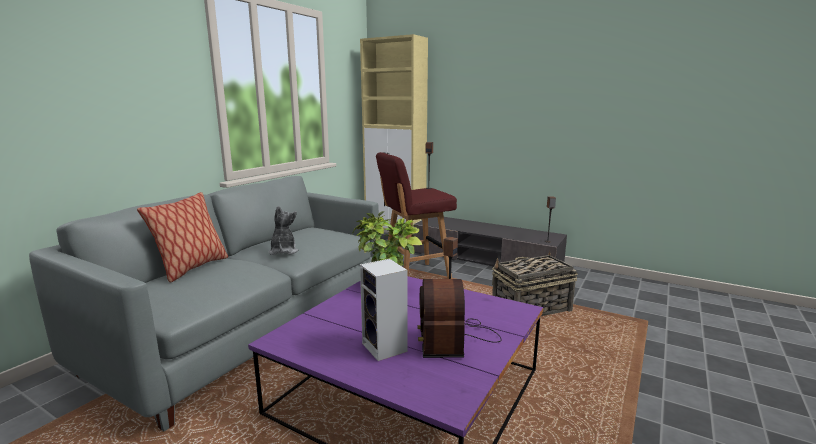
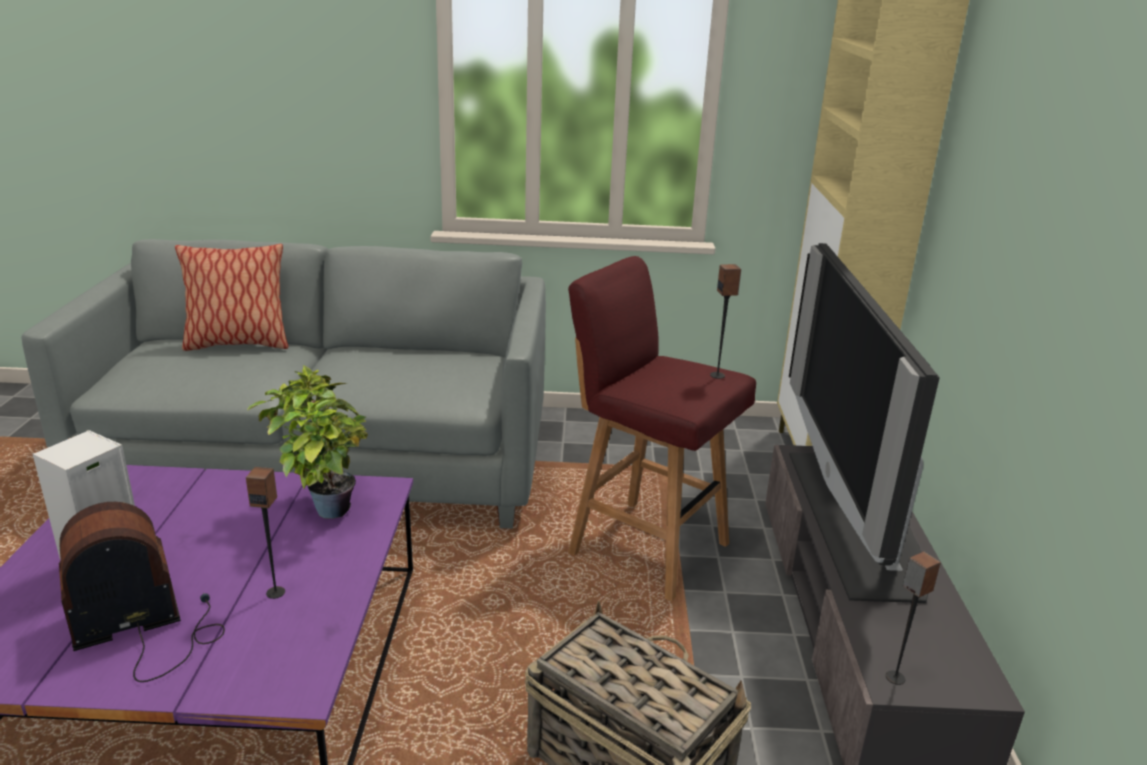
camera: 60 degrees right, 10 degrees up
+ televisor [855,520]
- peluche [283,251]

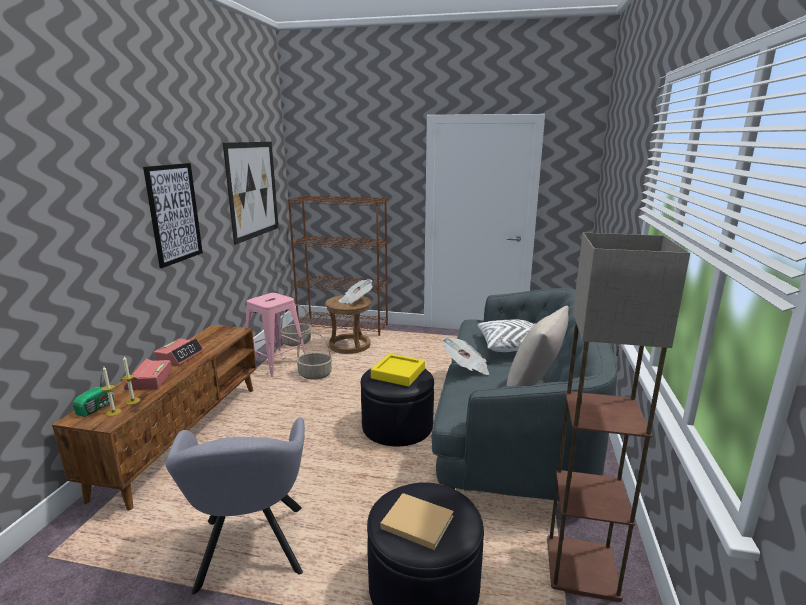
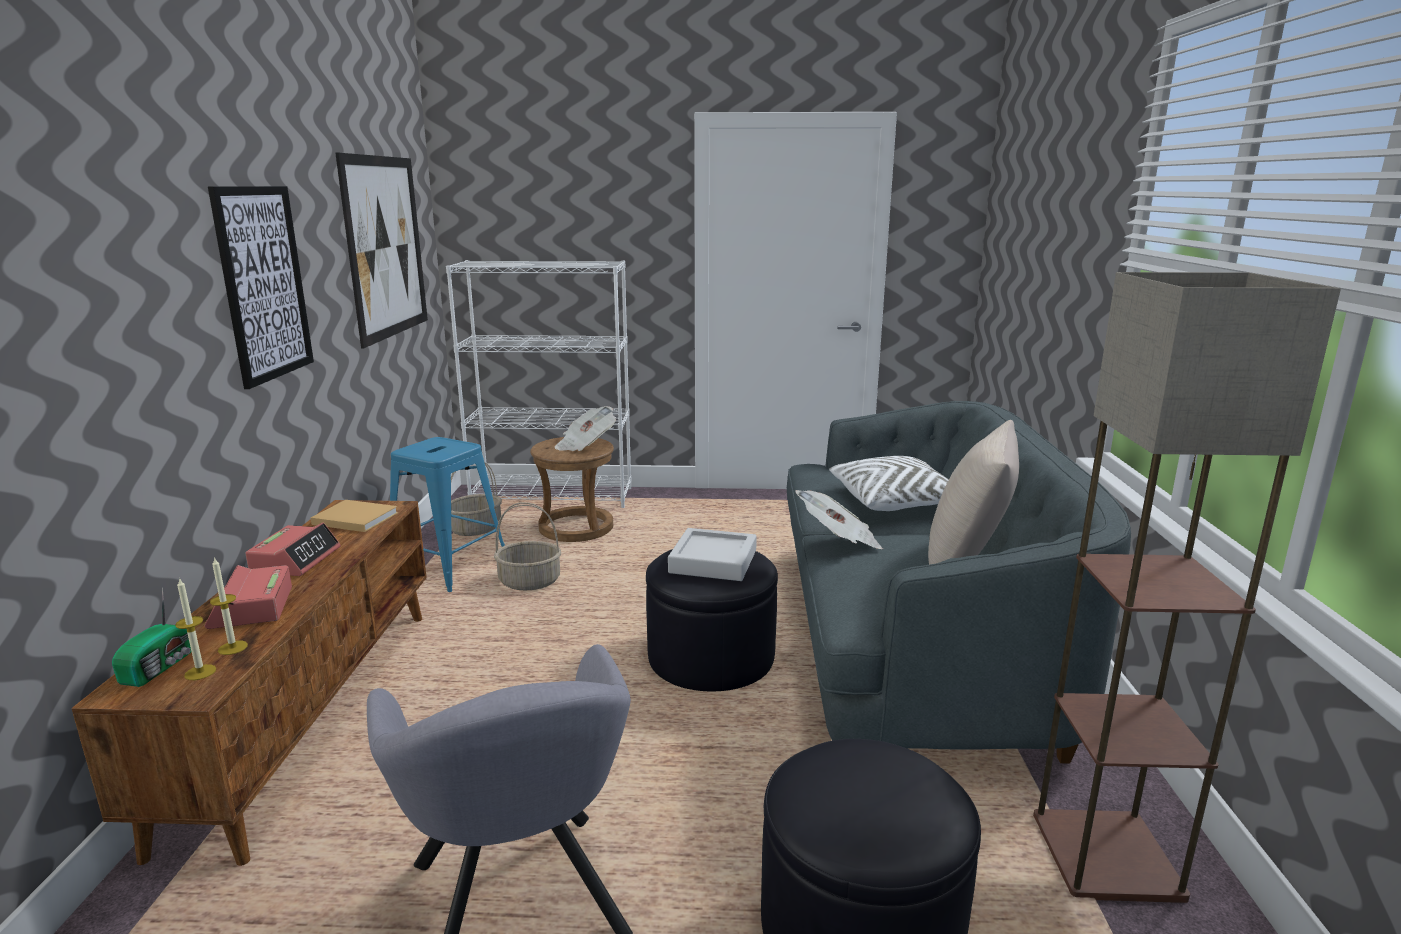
camera: 10 degrees left, 0 degrees up
~ libro [beis] [415,521] to [353,518]
~ taburete [rosa] [276,363] to taburete [azul] [449,567]
~ estantería [marrón] [344,327] to estantería [blanco] [553,497]
~ bandeja [amarillo] [398,373] to bandeja [gris] [713,561]

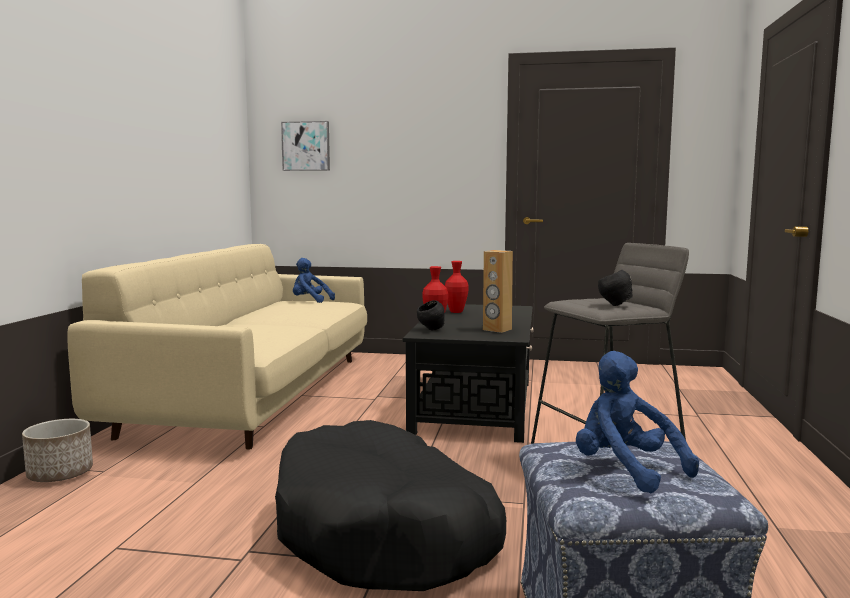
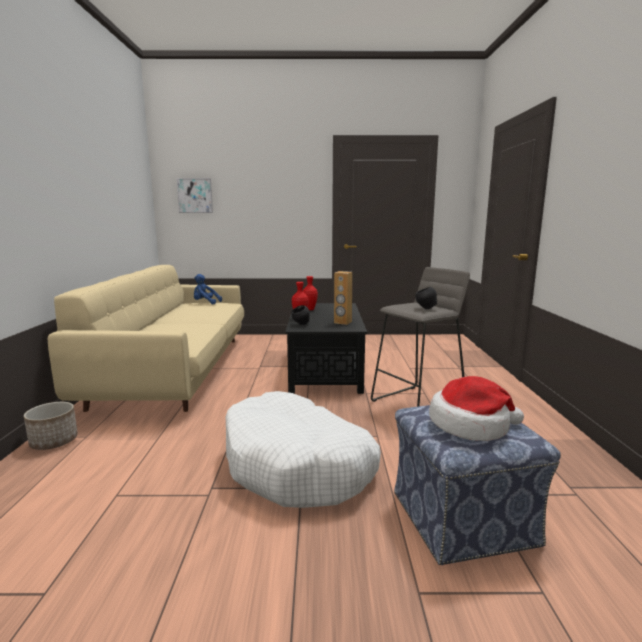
camera: 10 degrees left, 5 degrees up
~ cama para perro [negro] [385,532] to cama para perro [blanco] [297,465]
~ peluche [azul] [625,470] to sombrero [470,425]

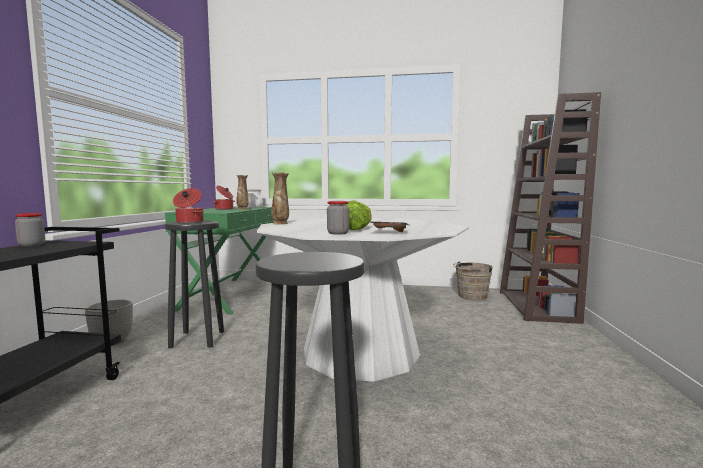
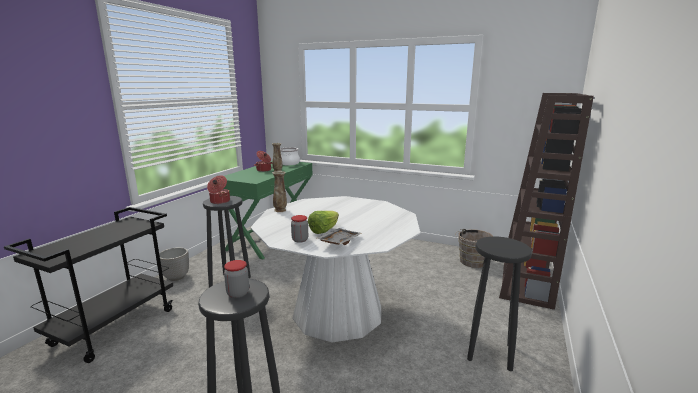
camera: 15 degrees right, 10 degrees up
~ tarro [32,245] to [238,293]
+ taburete [negro] [490,352]

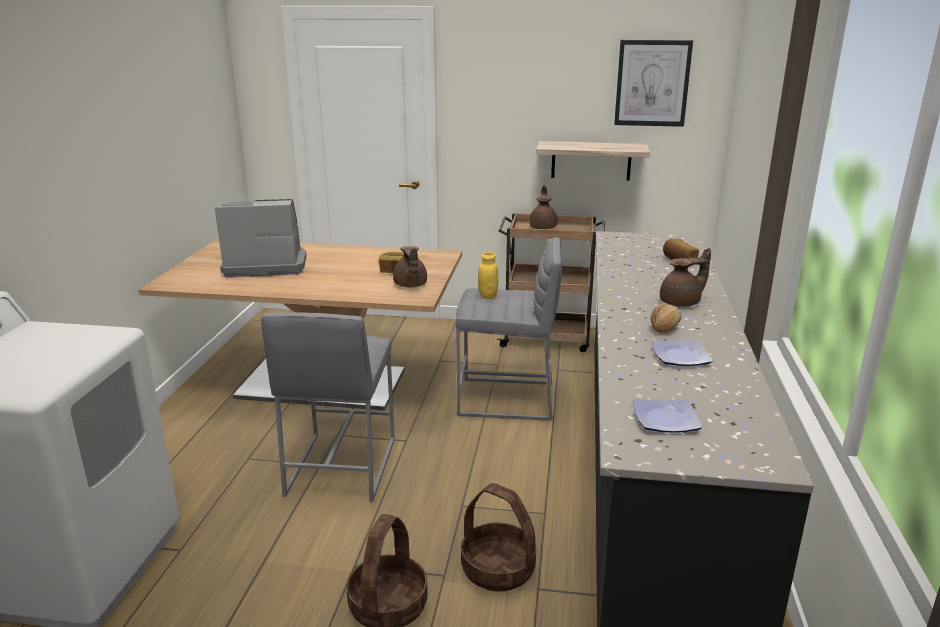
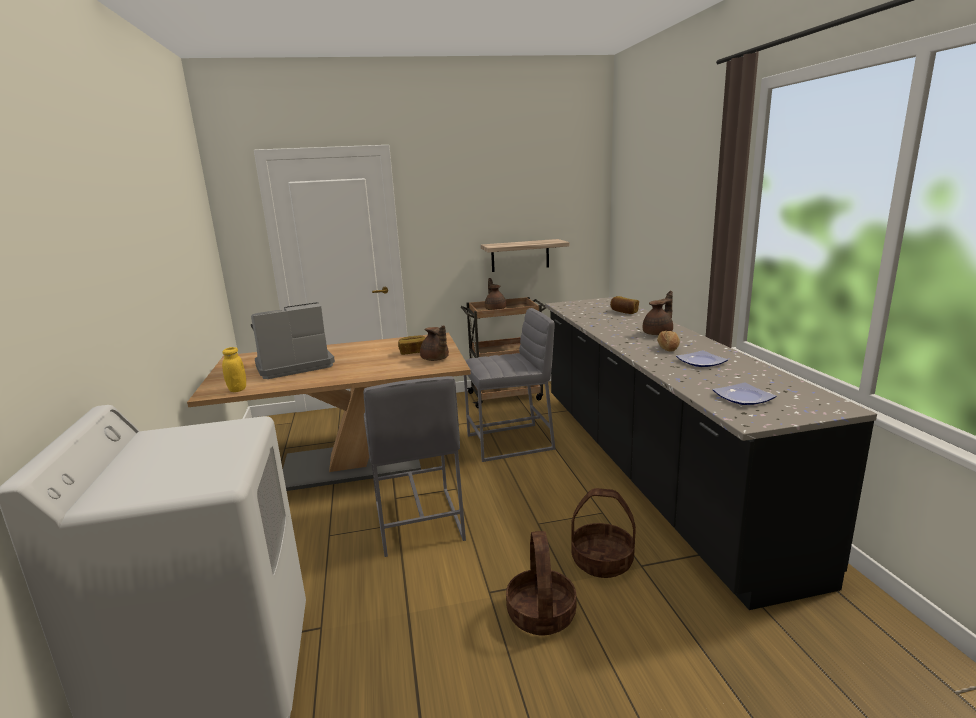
camera: 20 degrees left, 5 degrees down
~ tarro [amarillo] [488,296] to [237,389]
- cuadro [652,83]

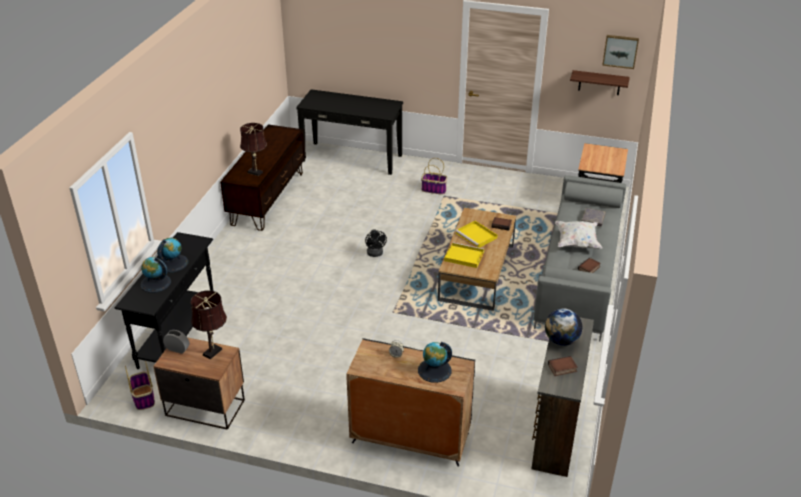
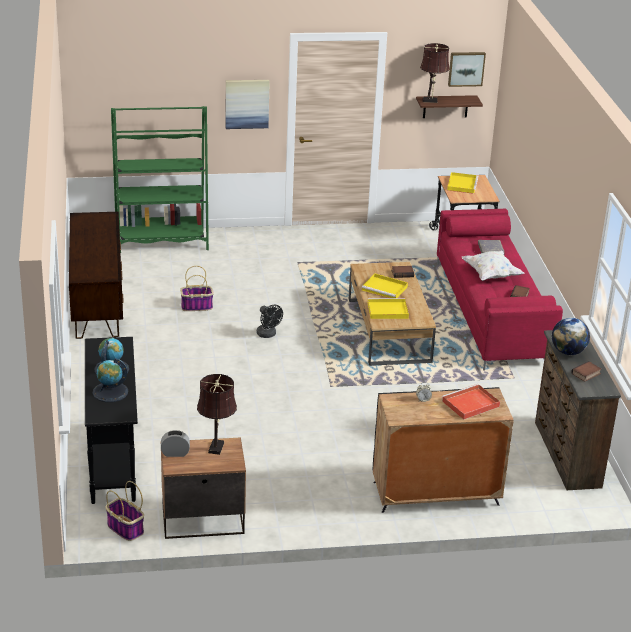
camera: 25 degrees left, 5 degrees down
~ mesa consola [negro] [352,158] to estantería [verde] [162,241]
~ cesta [434,189] to [197,306]
+ cuadro [247,103]
~ lámpara de mesa [marrón] [256,173] to [431,101]
~ sofá [gris] [579,276] to sofá [rojo] [492,313]
~ globo terráqueo [434,370] to bandeja [rojo] [470,404]
+ bandeja [amarillo] [462,184]

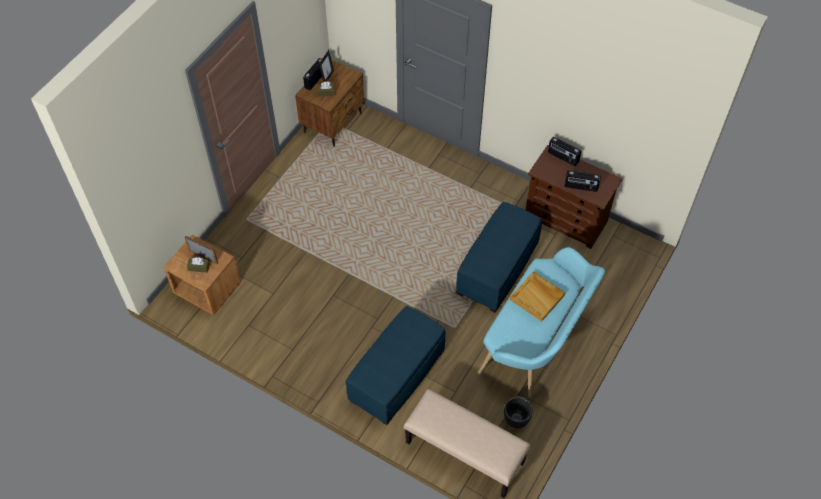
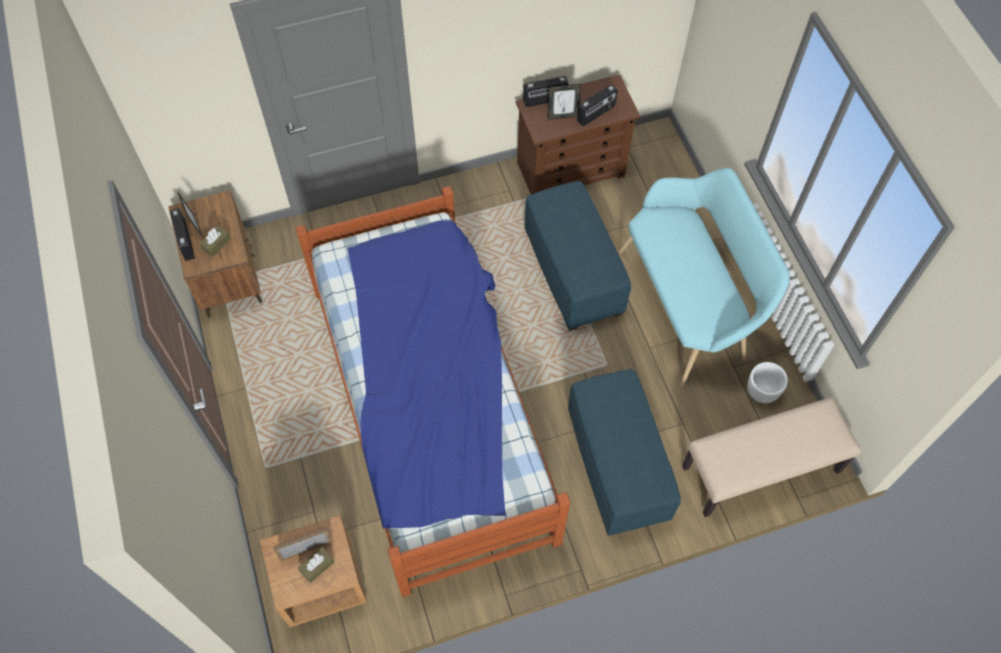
camera: 50 degrees left, 5 degrees up
+ cama [432,409]
+ portarretratos [562,115]
~ maceta [negro] [516,420] to maceta [blanco] [761,392]
- bandeja [beis] [537,297]

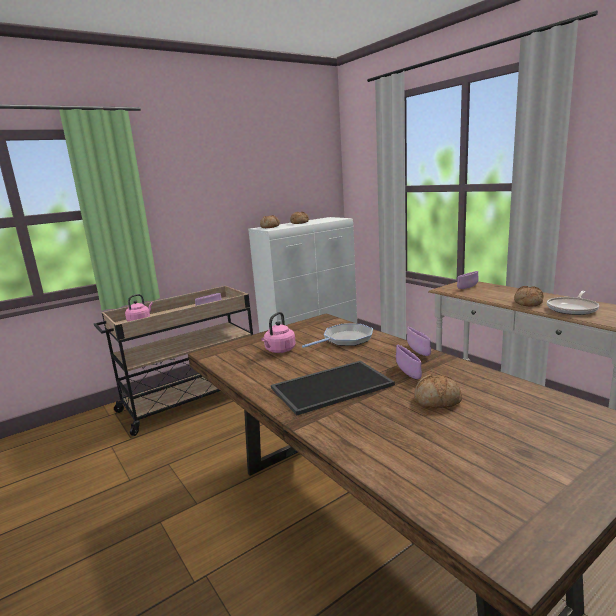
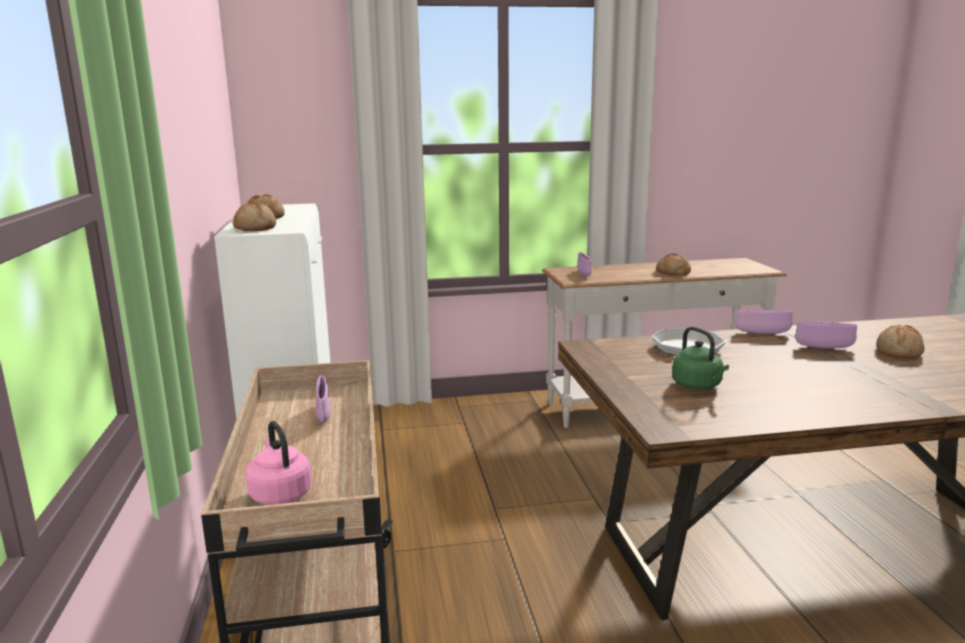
camera: 65 degrees left, 0 degrees up
~ hervidor [rosa] [279,350] to hervidor [verde] [698,386]
- bandeja [332,385]
- sartén [572,309]

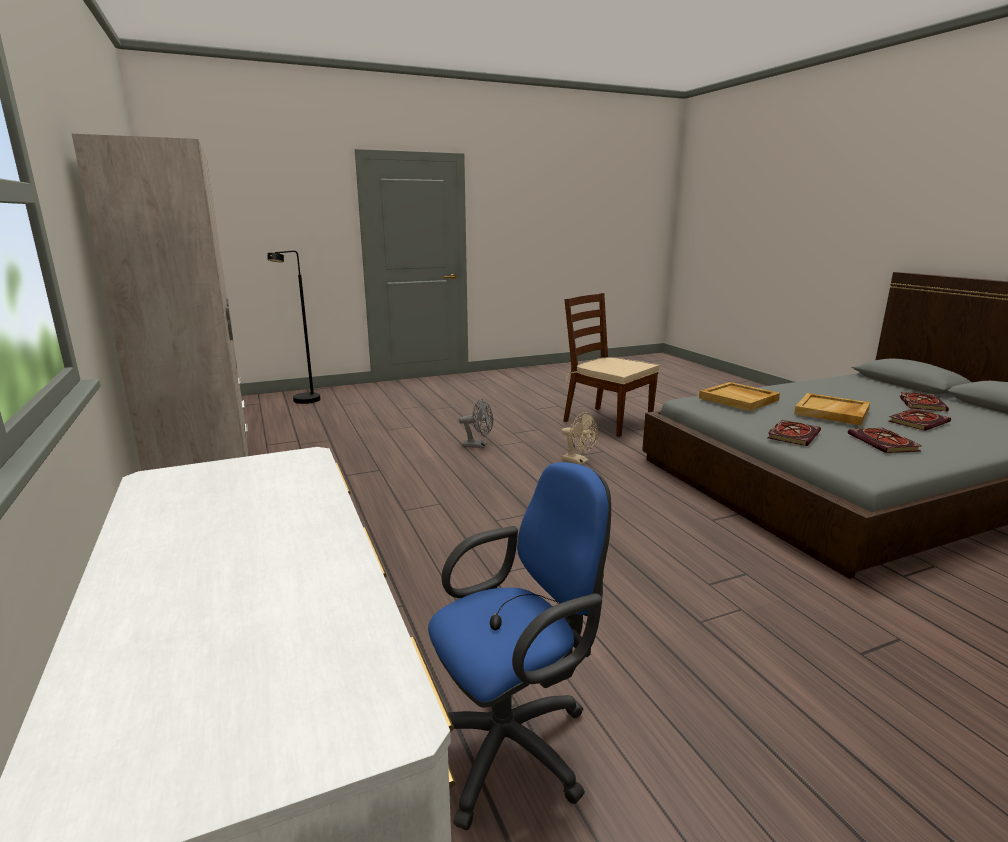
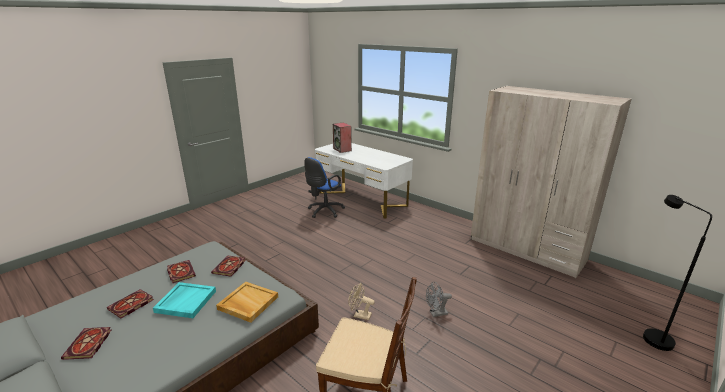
camera: 155 degrees right, 5 degrees up
~ bandeja [beis] [832,412] to bandeja [turquesa] [186,301]
+ altavoz [342,150]

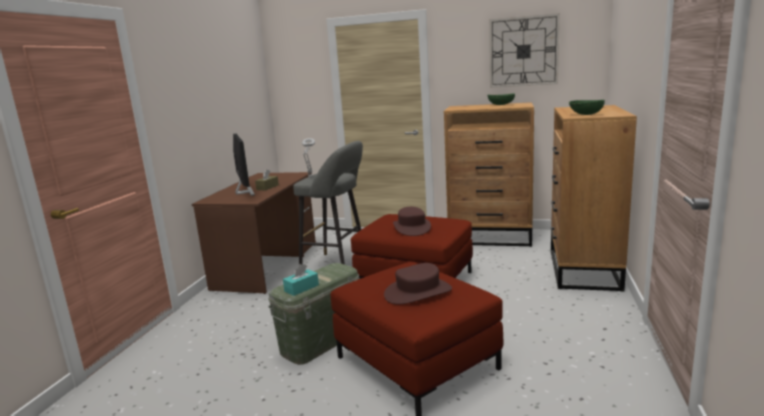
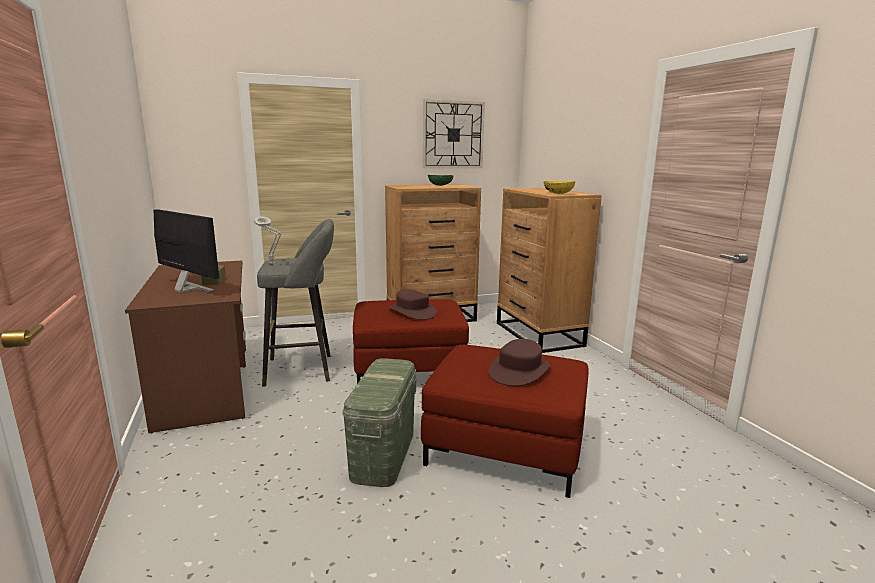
camera: 35 degrees left, 0 degrees up
~ cuenco [verde] [585,114] to cuenco [amarillo] [557,193]
- caja de pañuelos [turquesa] [301,288]

